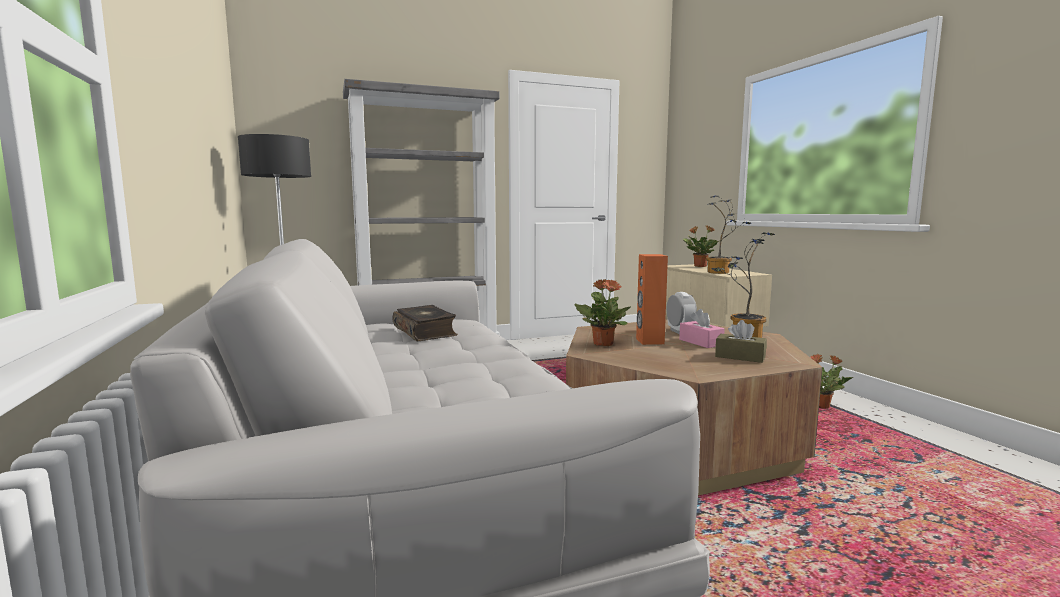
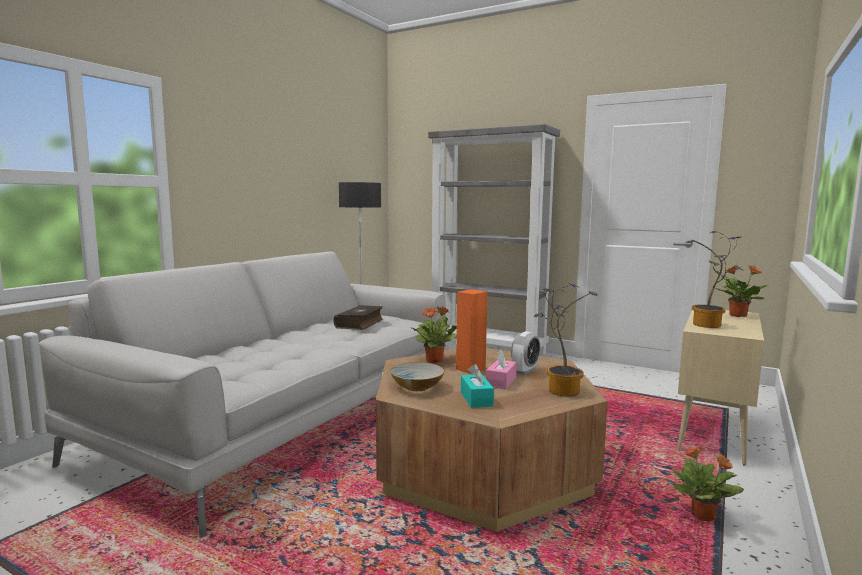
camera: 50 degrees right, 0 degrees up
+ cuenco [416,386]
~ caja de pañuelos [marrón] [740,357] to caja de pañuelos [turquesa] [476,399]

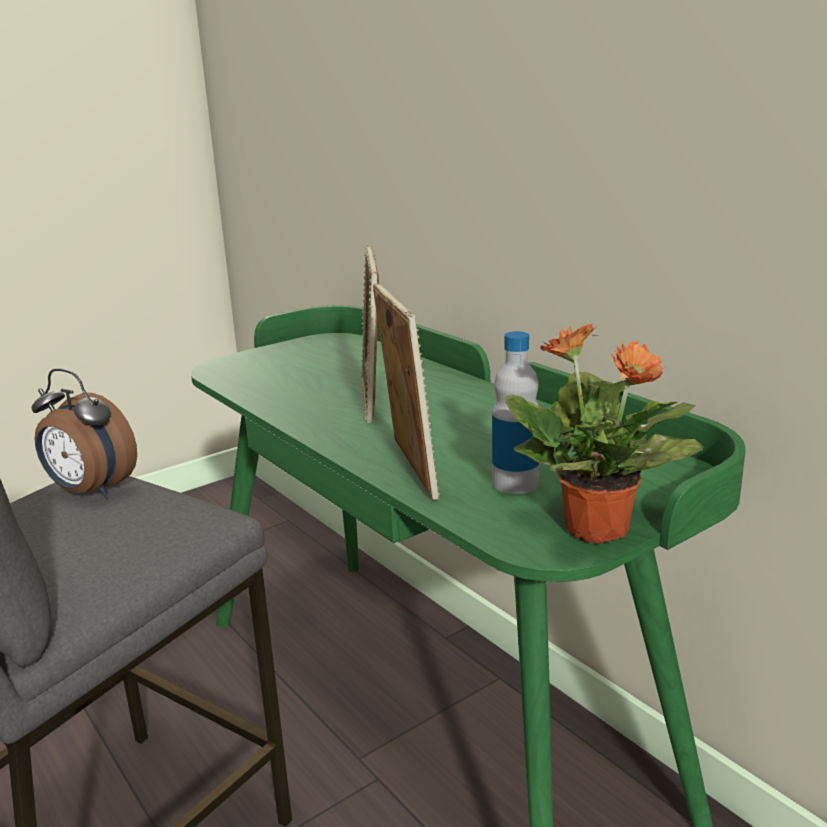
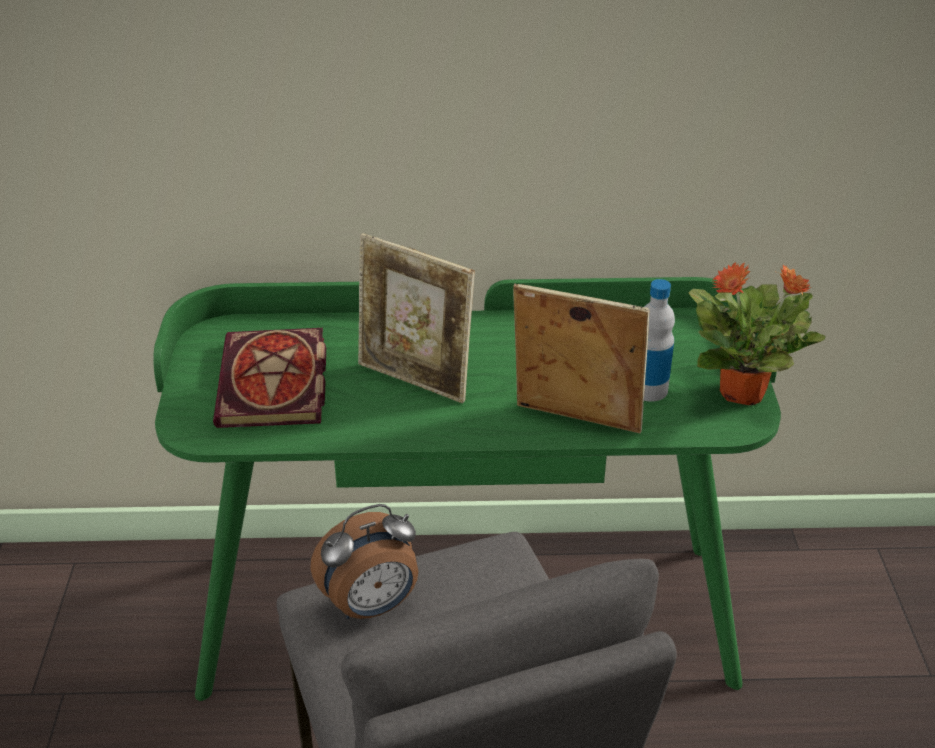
camera: 55 degrees left, 15 degrees up
+ libro [275,385]

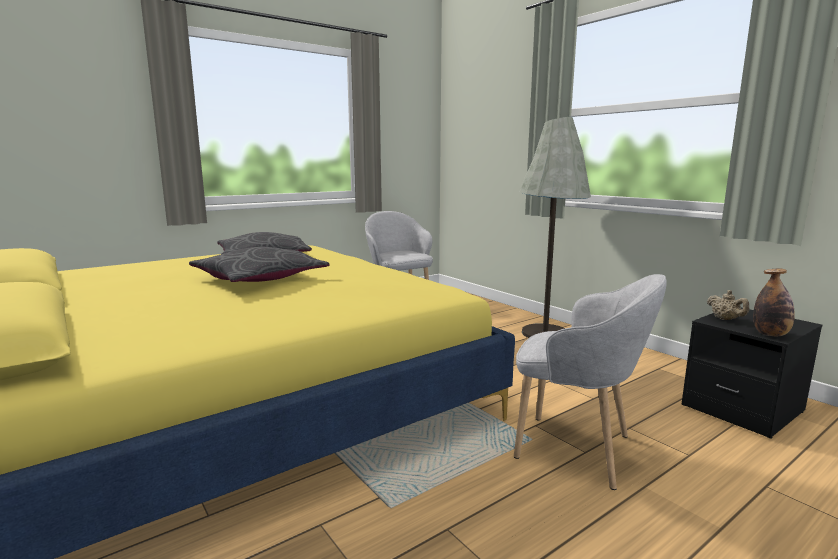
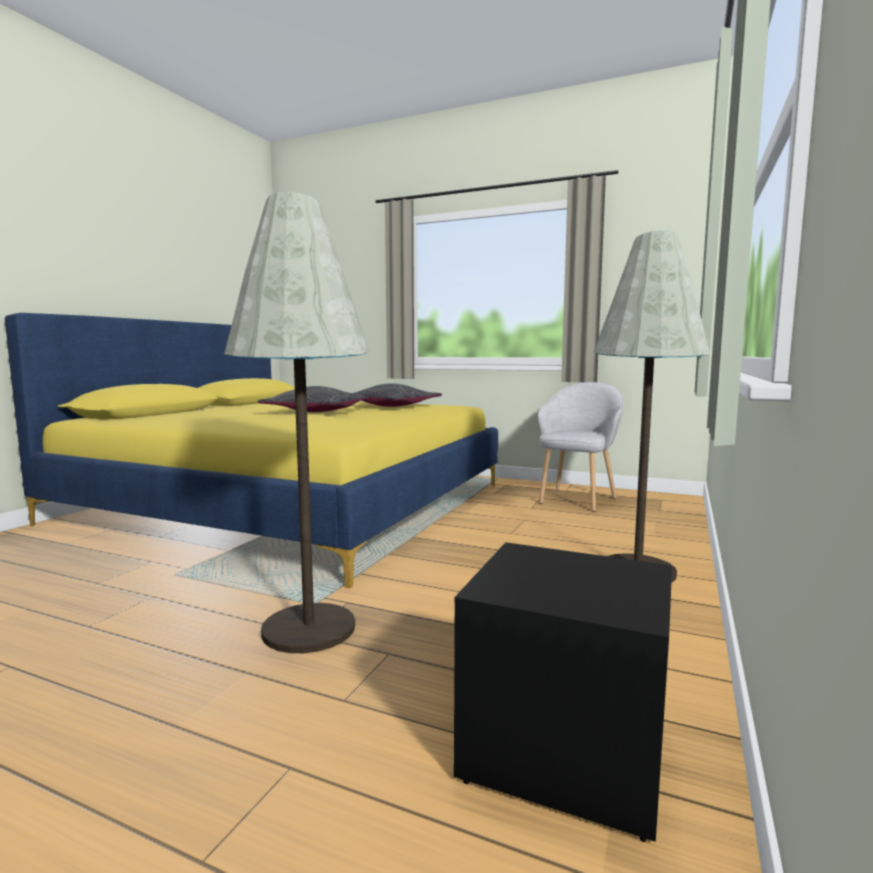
camera: 60 degrees right, 5 degrees down
~ sillón [gris] [577,449] to lámpara de pie [gris] [309,629]
- tetera [beis] [725,319]
- botella [770,334]

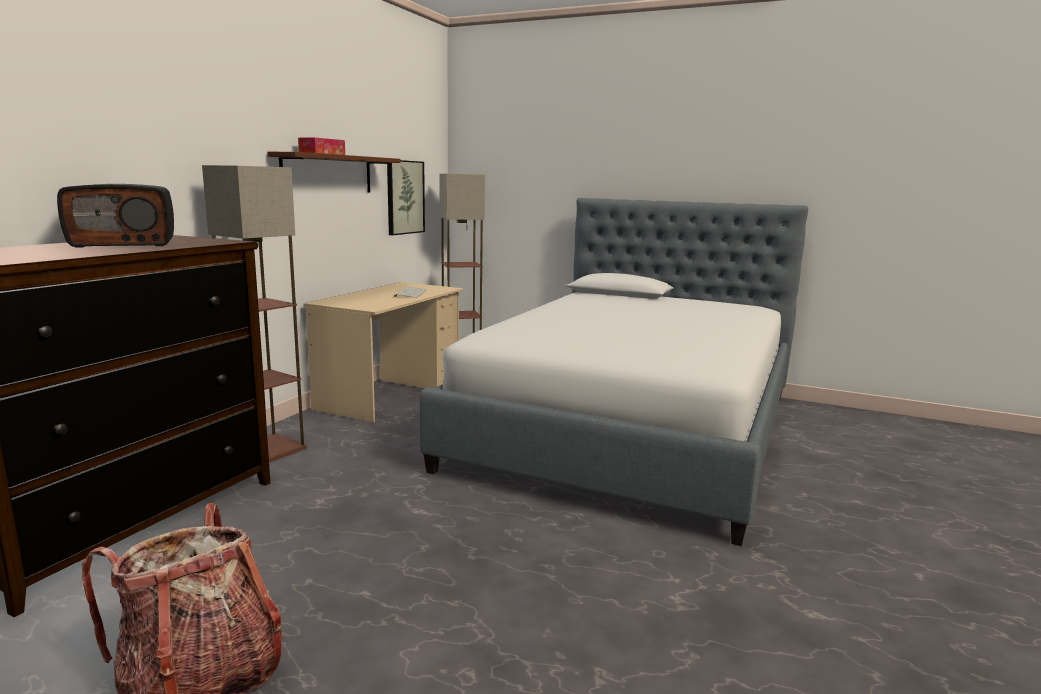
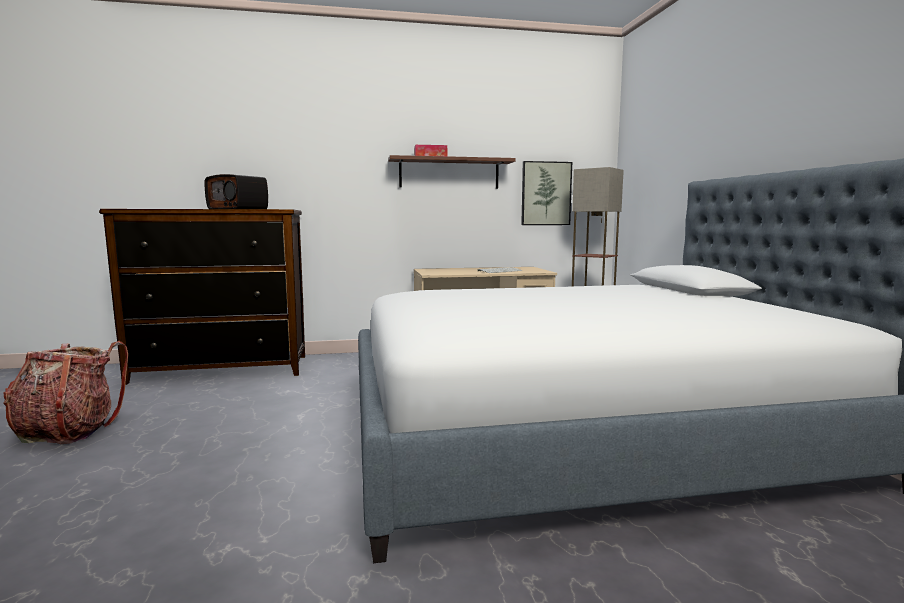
camera: 55 degrees right, 5 degrees down
- lámpara de pie [268,449]

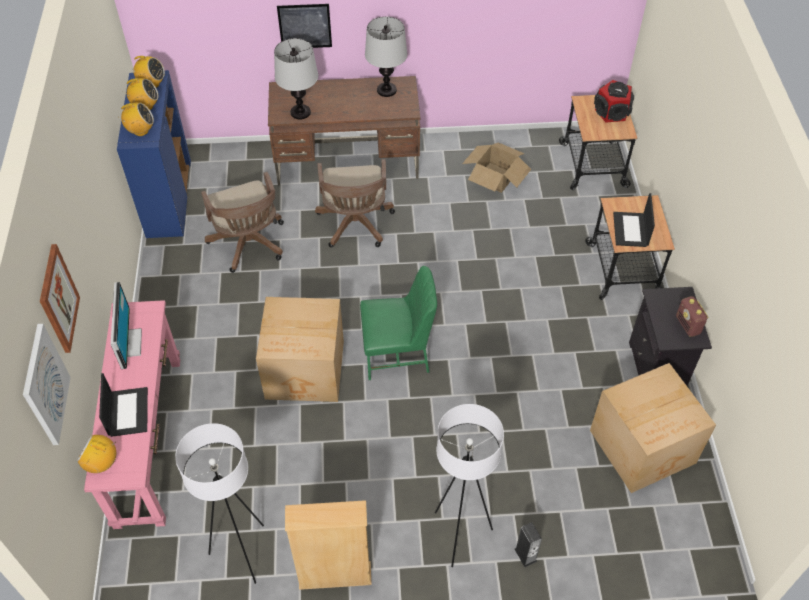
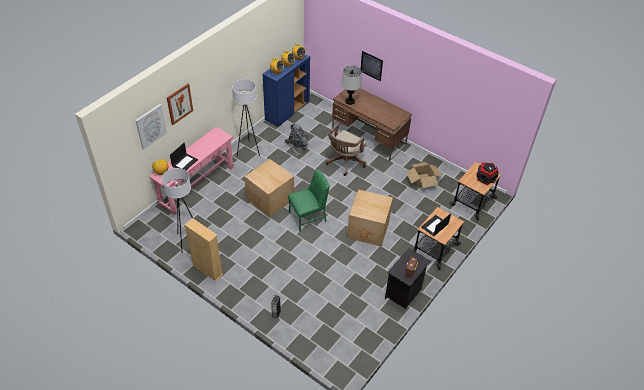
camera: 40 degrees right, 5 degrees down
~ lámpara de pie [blanco] [459,535] to [248,150]
~ silla de oficina [marrón] [249,245] to mochila [gris] [298,145]
~ silla [verde] [398,354] = [308,217] 60 degrees counterclockwise
~ caja de cartón [644,447] to [368,229]
- monitor [127,344]
- lámpara de mesa [386,90]

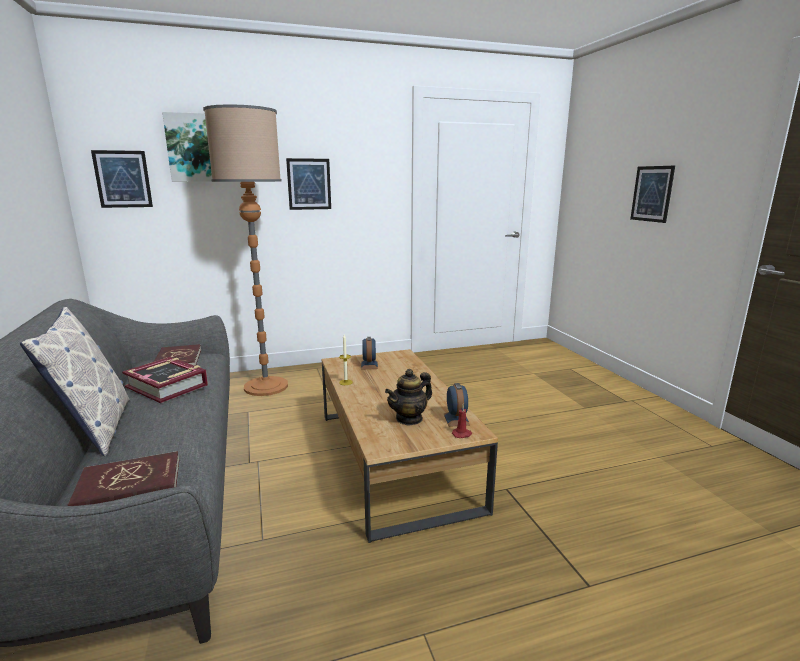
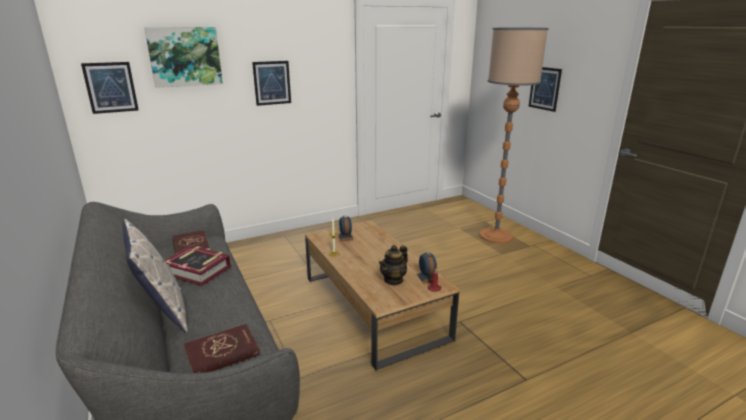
camera: 10 degrees left, 5 degrees up
~ lámpara de pie [266,386] to [496,236]

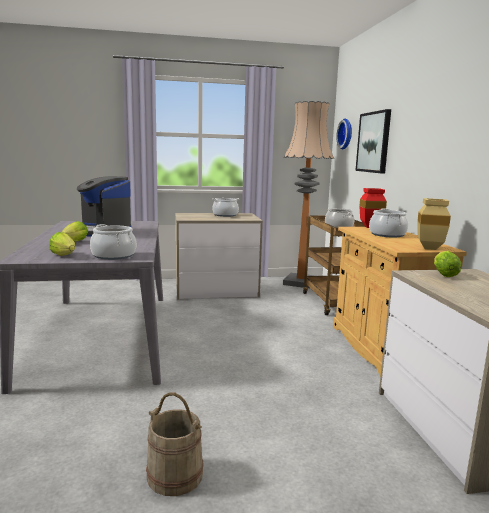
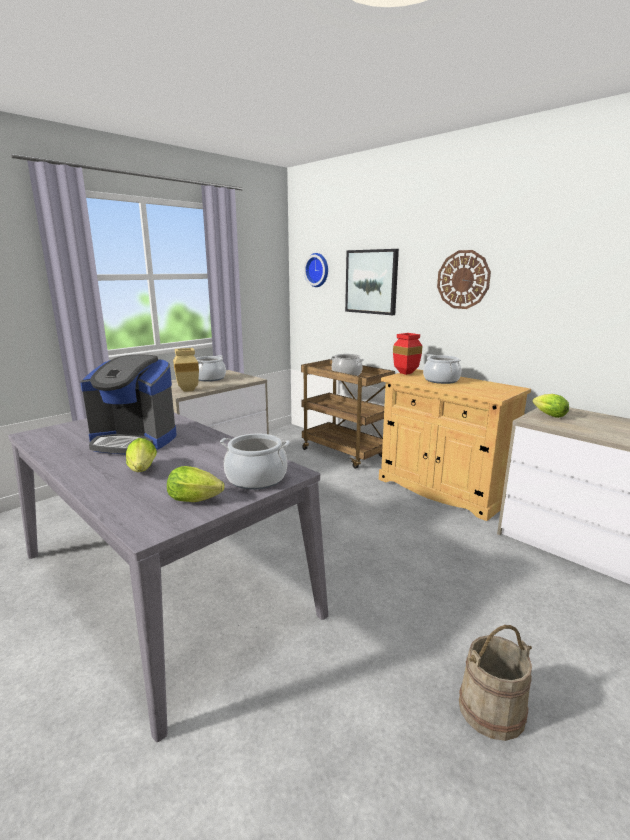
camera: 35 degrees left, 5 degrees up
~ florero [beis] [428,248] to [186,390]
+ reloj de pared [463,279]
- lámpara de pie [301,282]

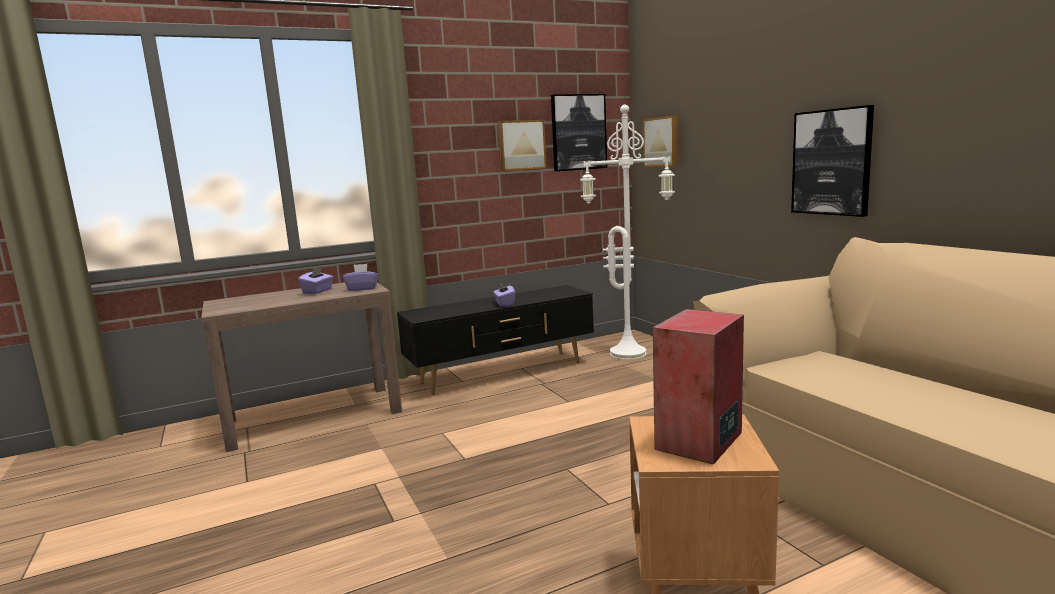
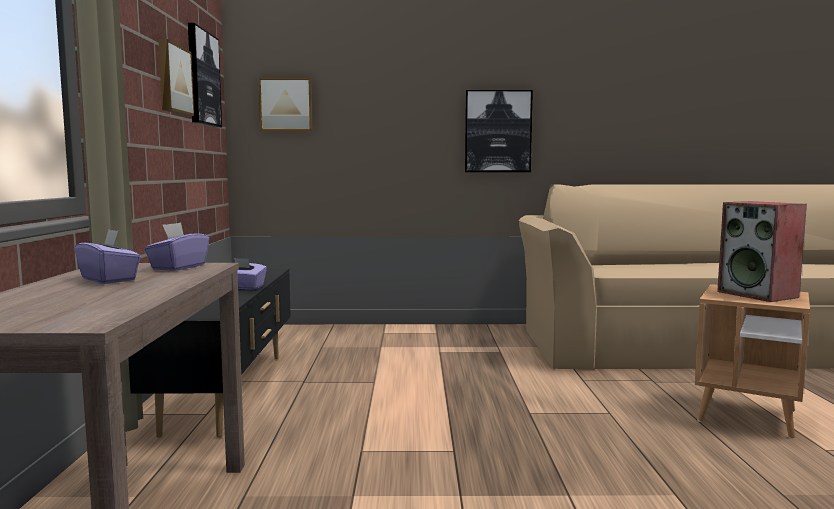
camera: 65 degrees left, 5 degrees down
- lámpara de pie [blanco] [629,353]

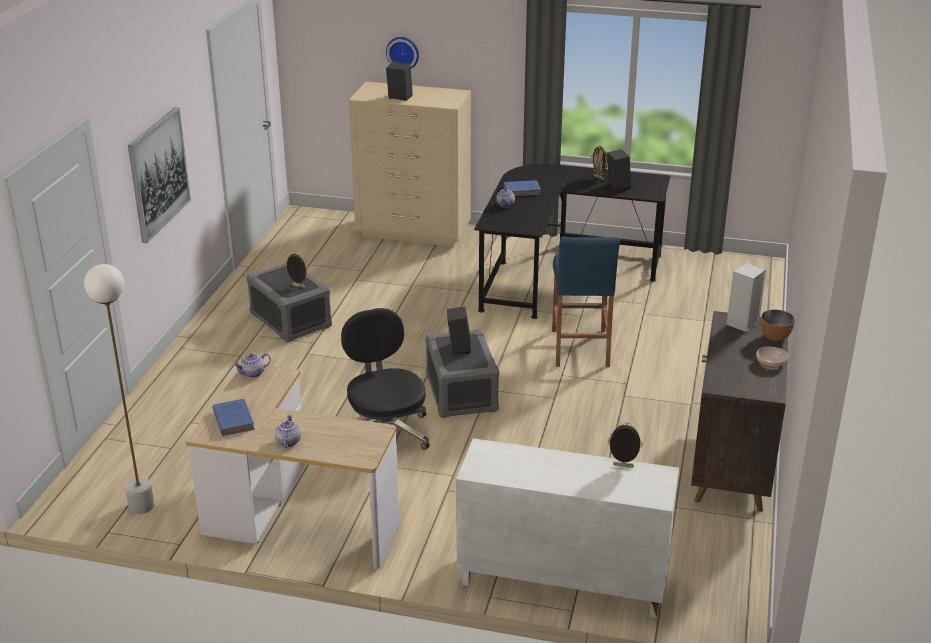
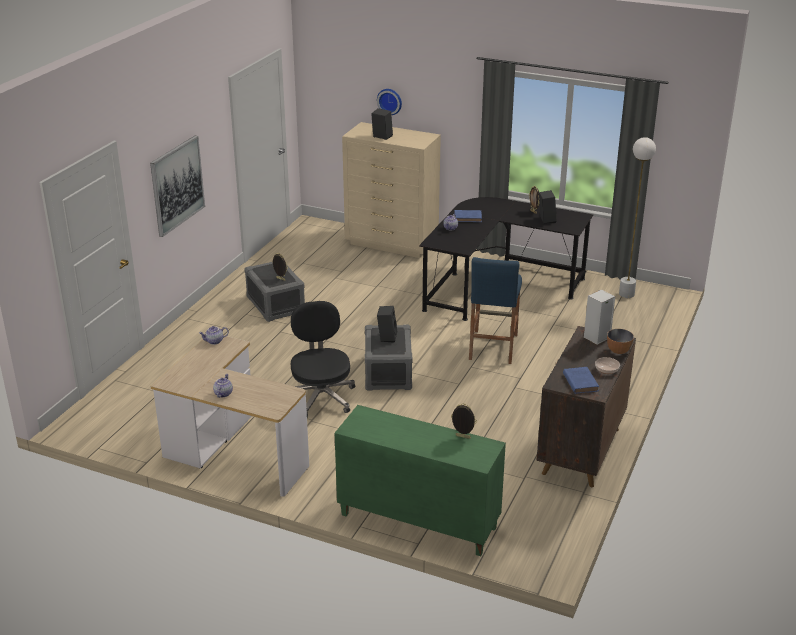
camera: 10 degrees right, 0 degrees up
~ armario [blanco] [561,581] to armario [verde] [417,521]
~ libro [azul] [233,419] to [580,382]
~ lámpara de pie [blanco] [141,506] to [626,294]

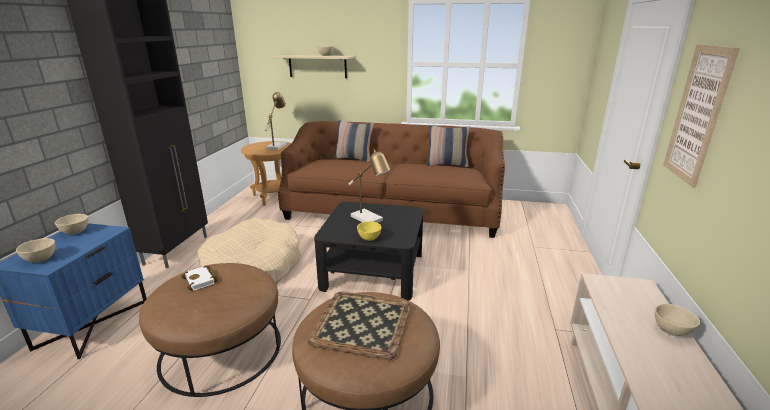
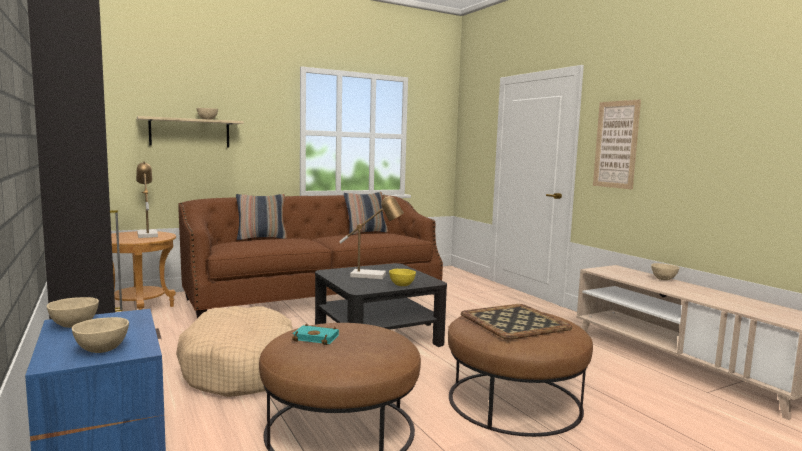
camera: 40 degrees left, 15 degrees down
~ libro [blanco] [202,280] to libro [turquesa] [317,338]

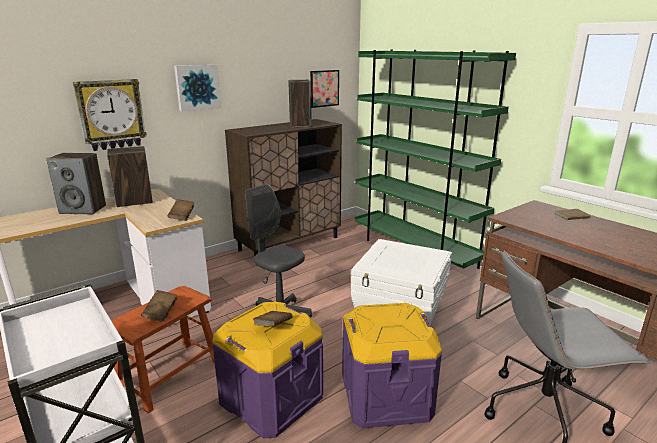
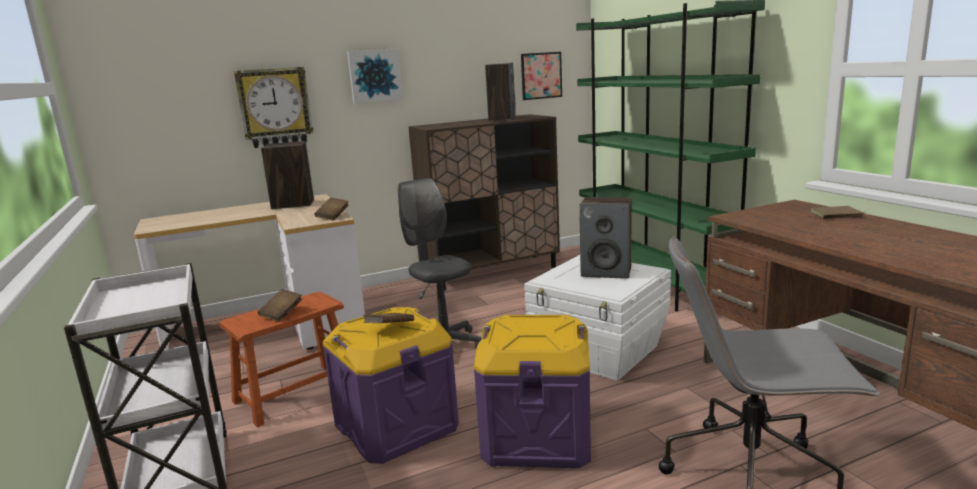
camera: 15 degrees right, 5 degrees down
~ altavoz [83,209] to [607,272]

